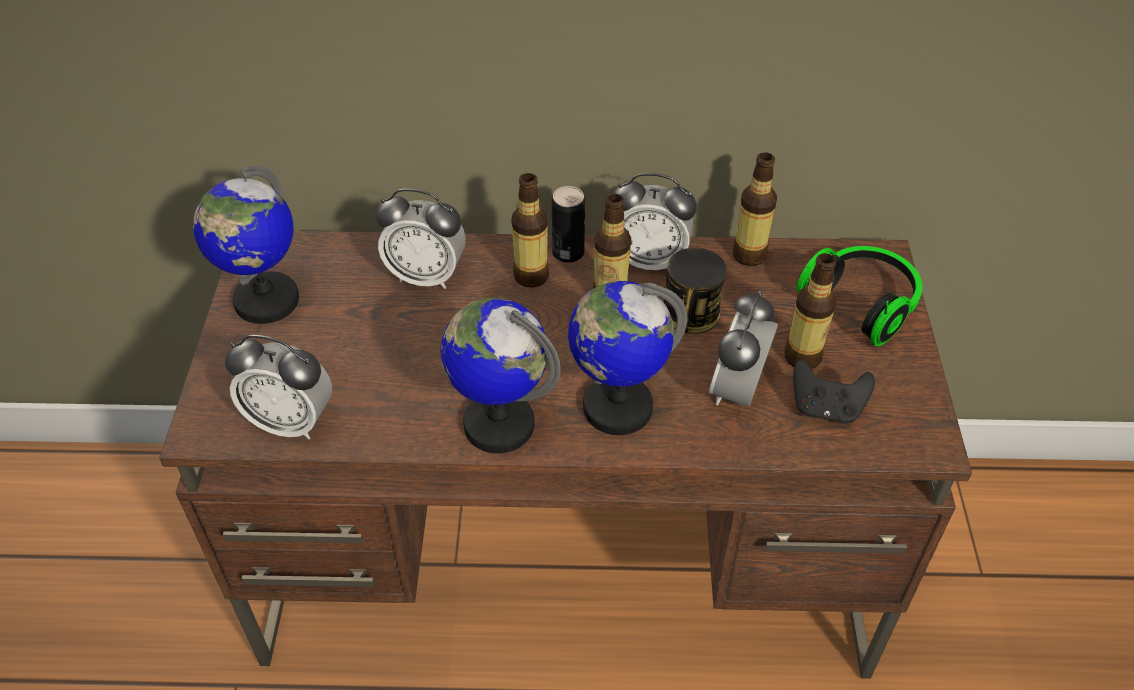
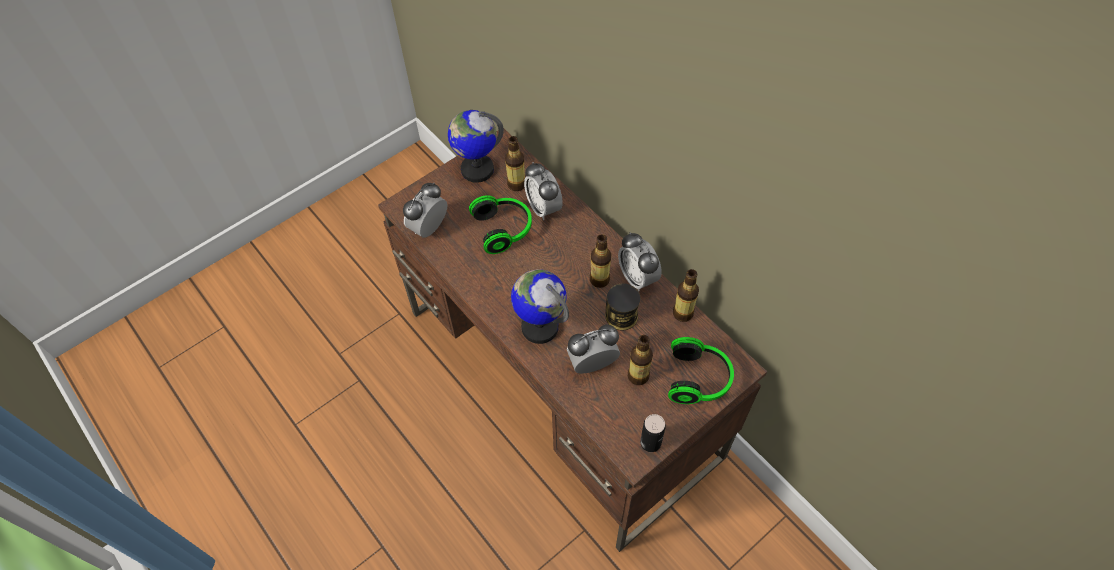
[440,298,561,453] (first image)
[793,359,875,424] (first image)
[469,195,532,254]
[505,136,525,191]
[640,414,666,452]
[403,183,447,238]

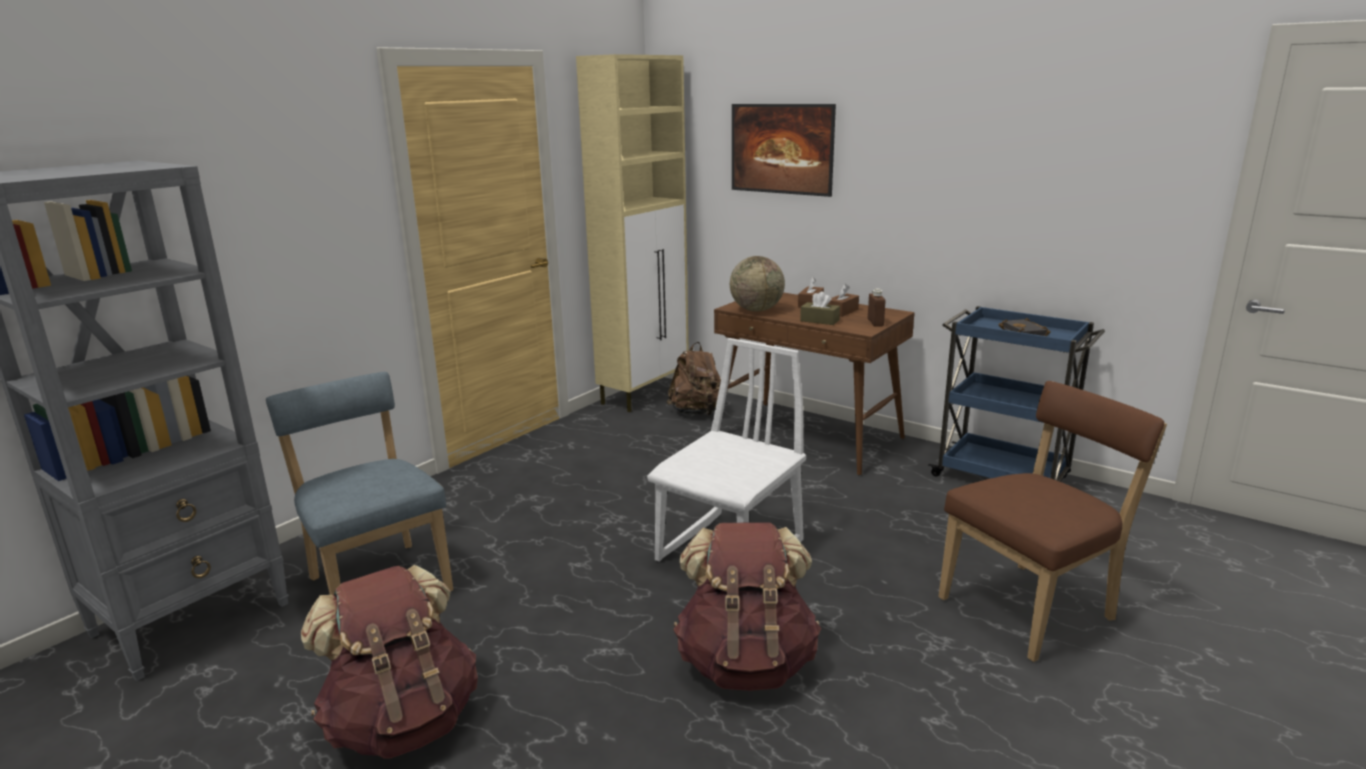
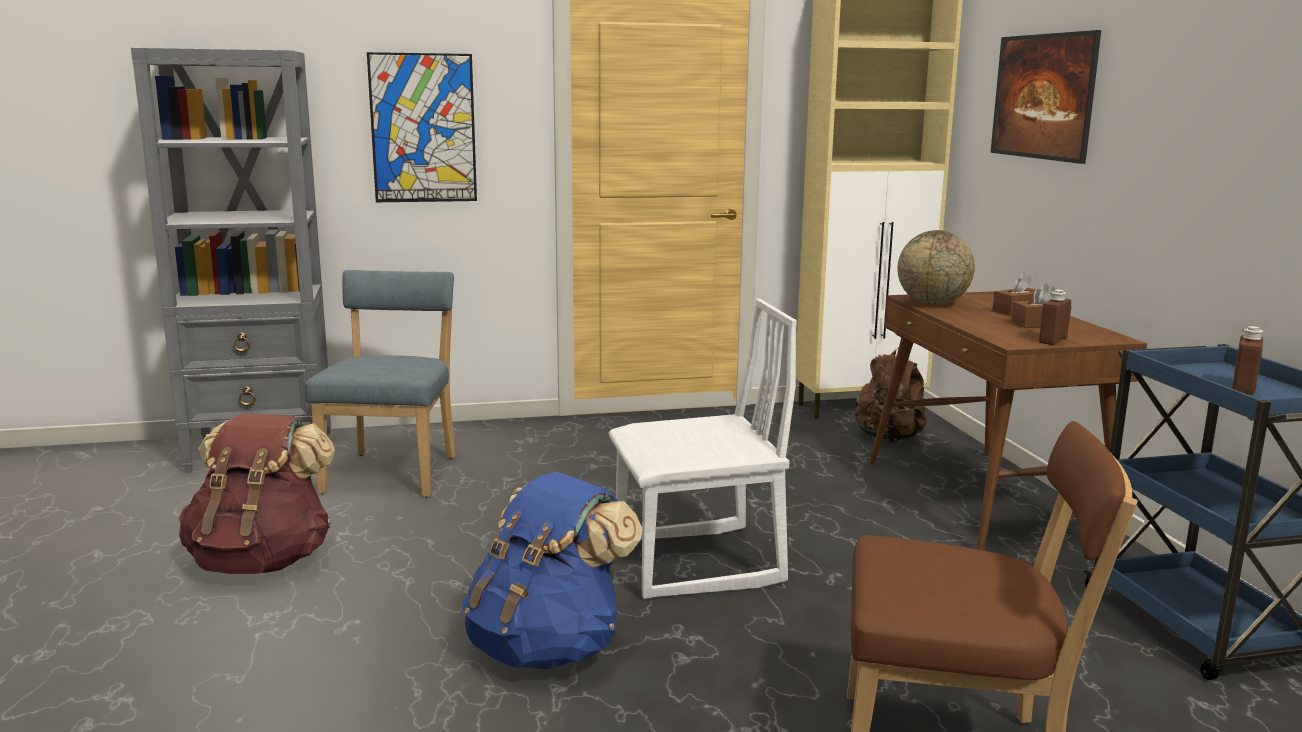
[800,291,840,325] (first image)
[367,52,477,202]
[1232,326,1263,395]
[462,472,642,669]

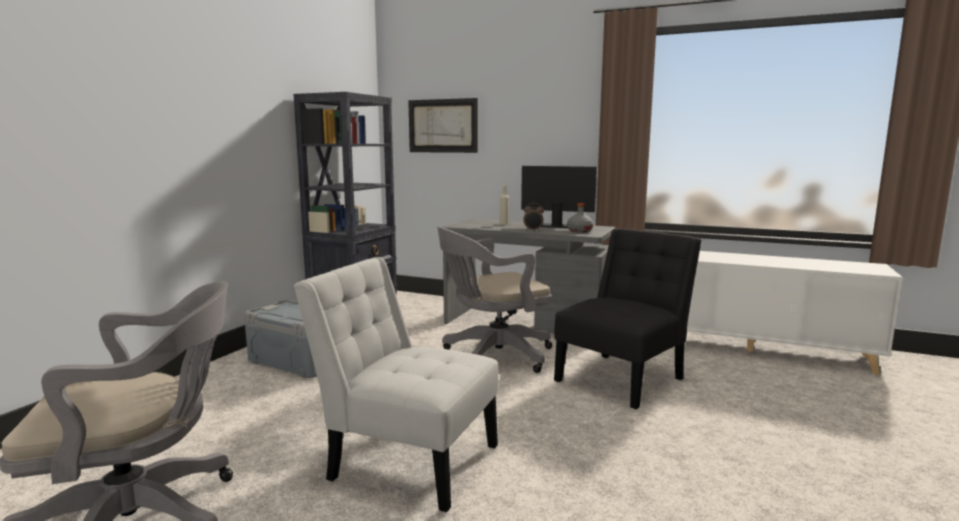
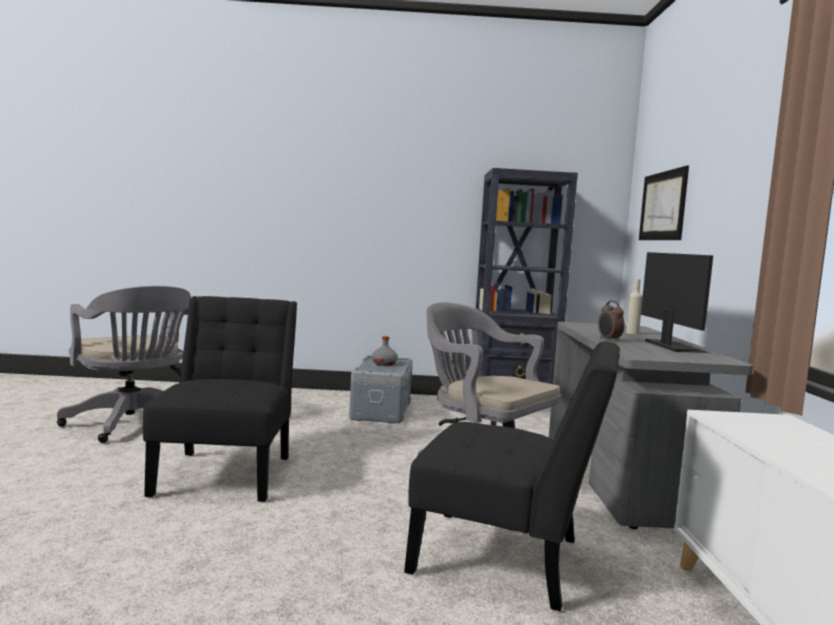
[372,336,398,366]
[143,296,297,502]

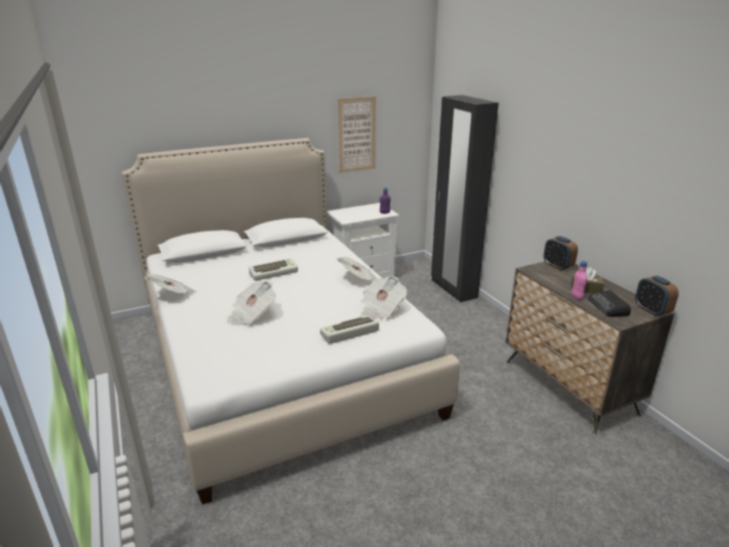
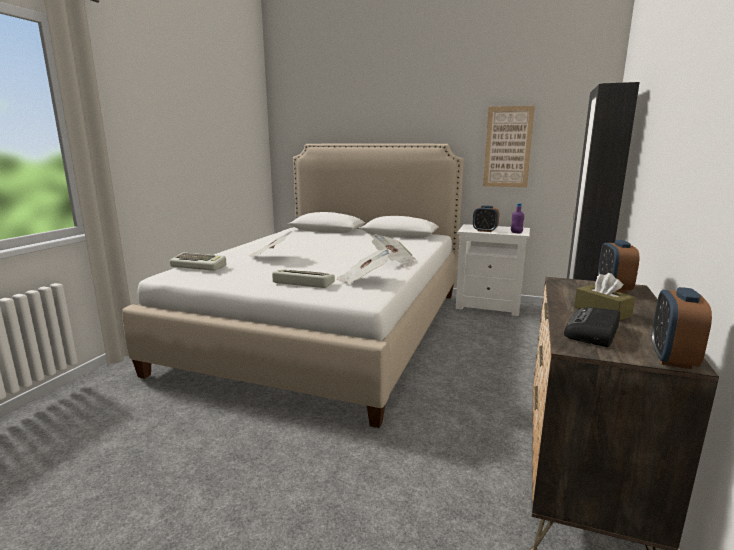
[144,274,198,294] (first image)
[571,261,587,300] (first image)
[473,205,499,232]
[170,253,227,271]

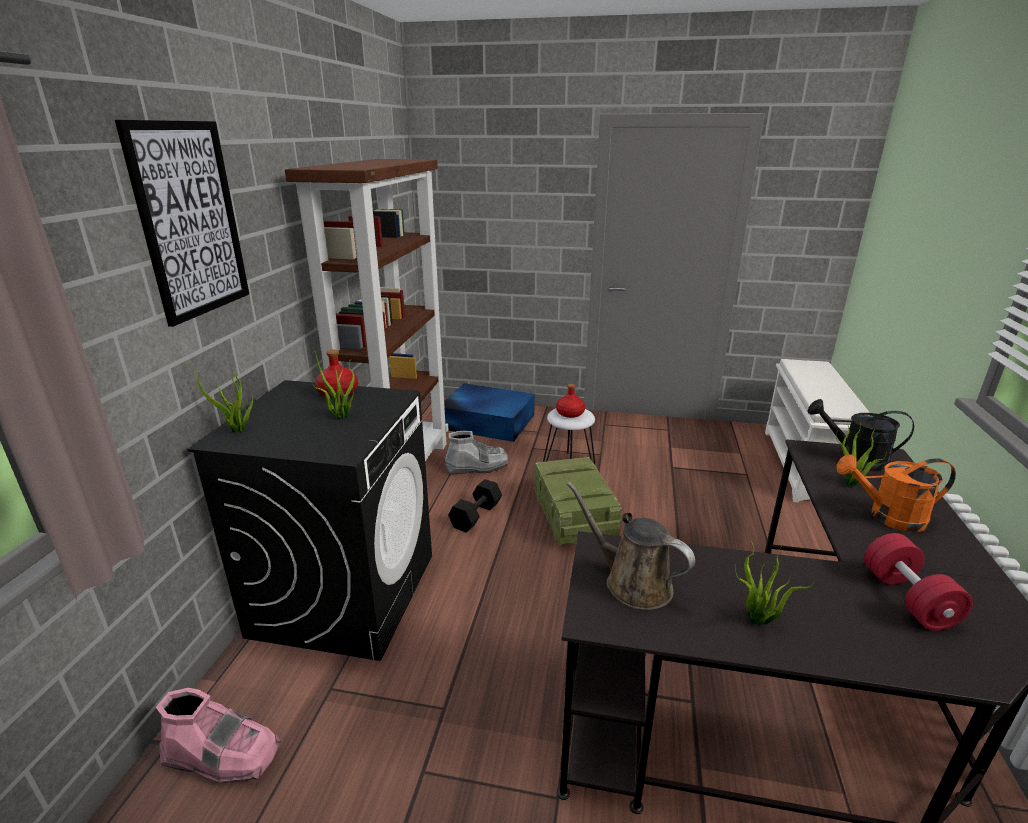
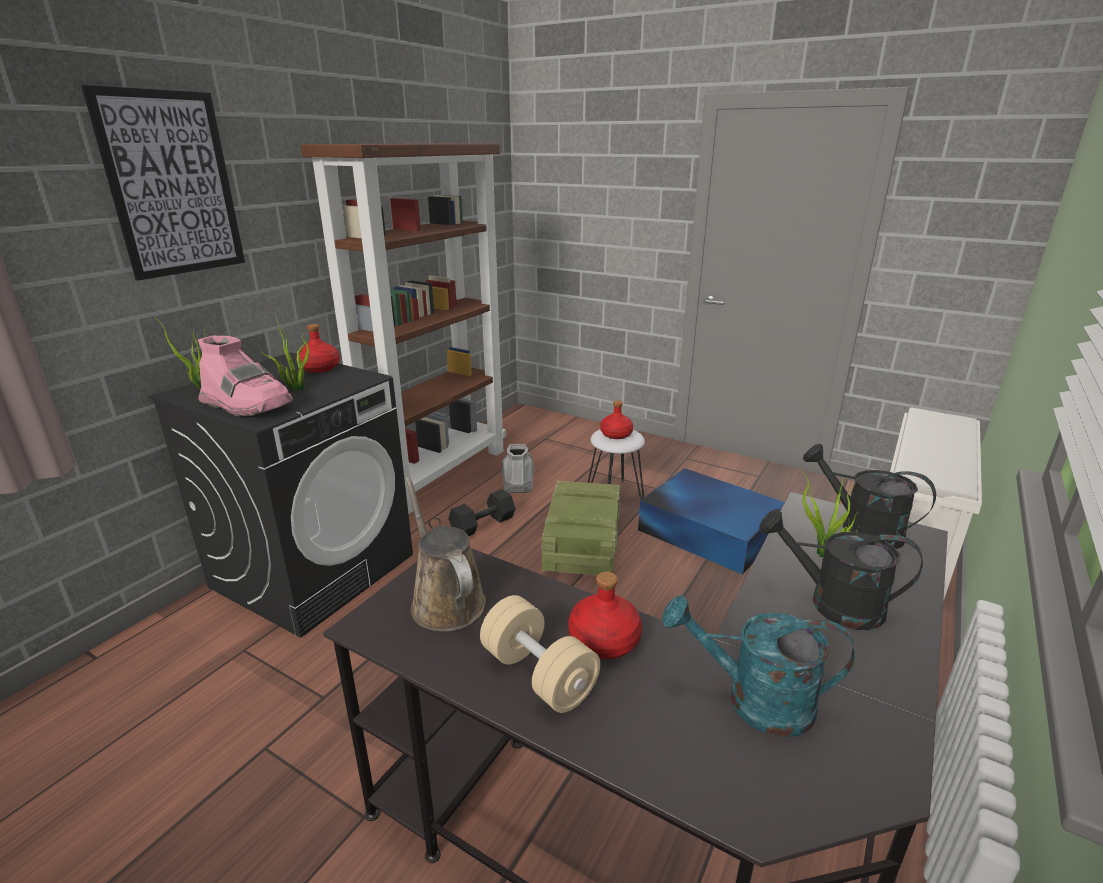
[568,572,642,659]
[198,336,293,417]
[638,468,785,574]
[480,595,600,713]
[662,595,855,738]
[759,509,923,630]
[501,444,535,493]

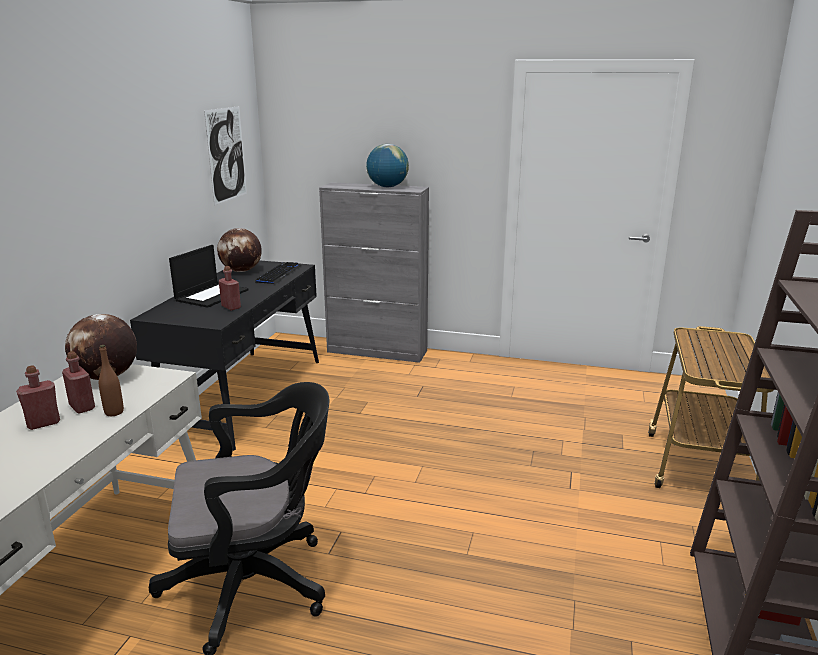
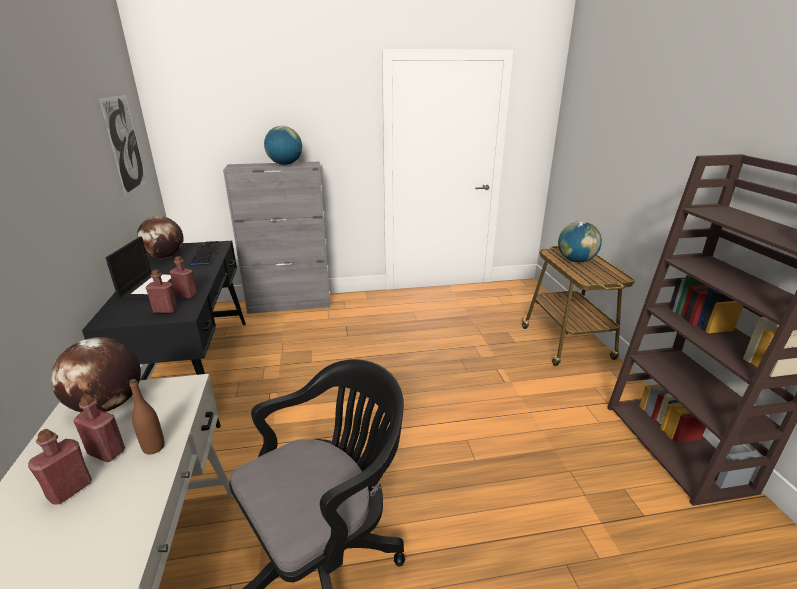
[146,270,177,313]
[558,221,602,262]

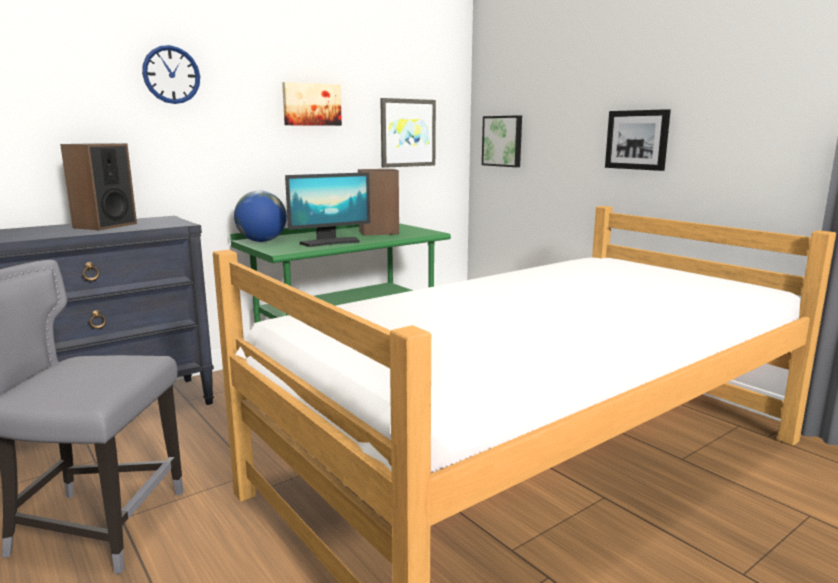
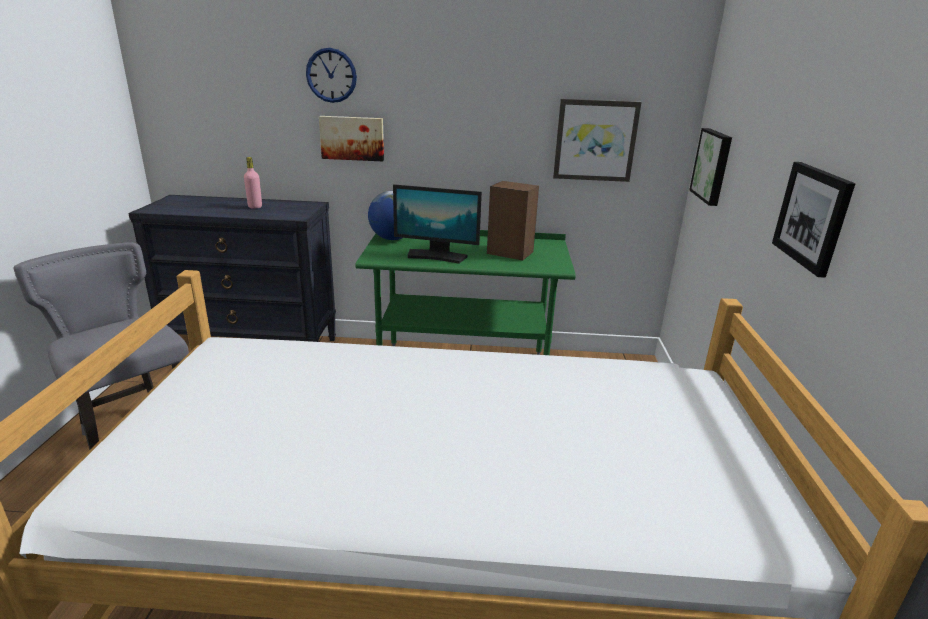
[319,116,384,161]
[244,157,262,209]

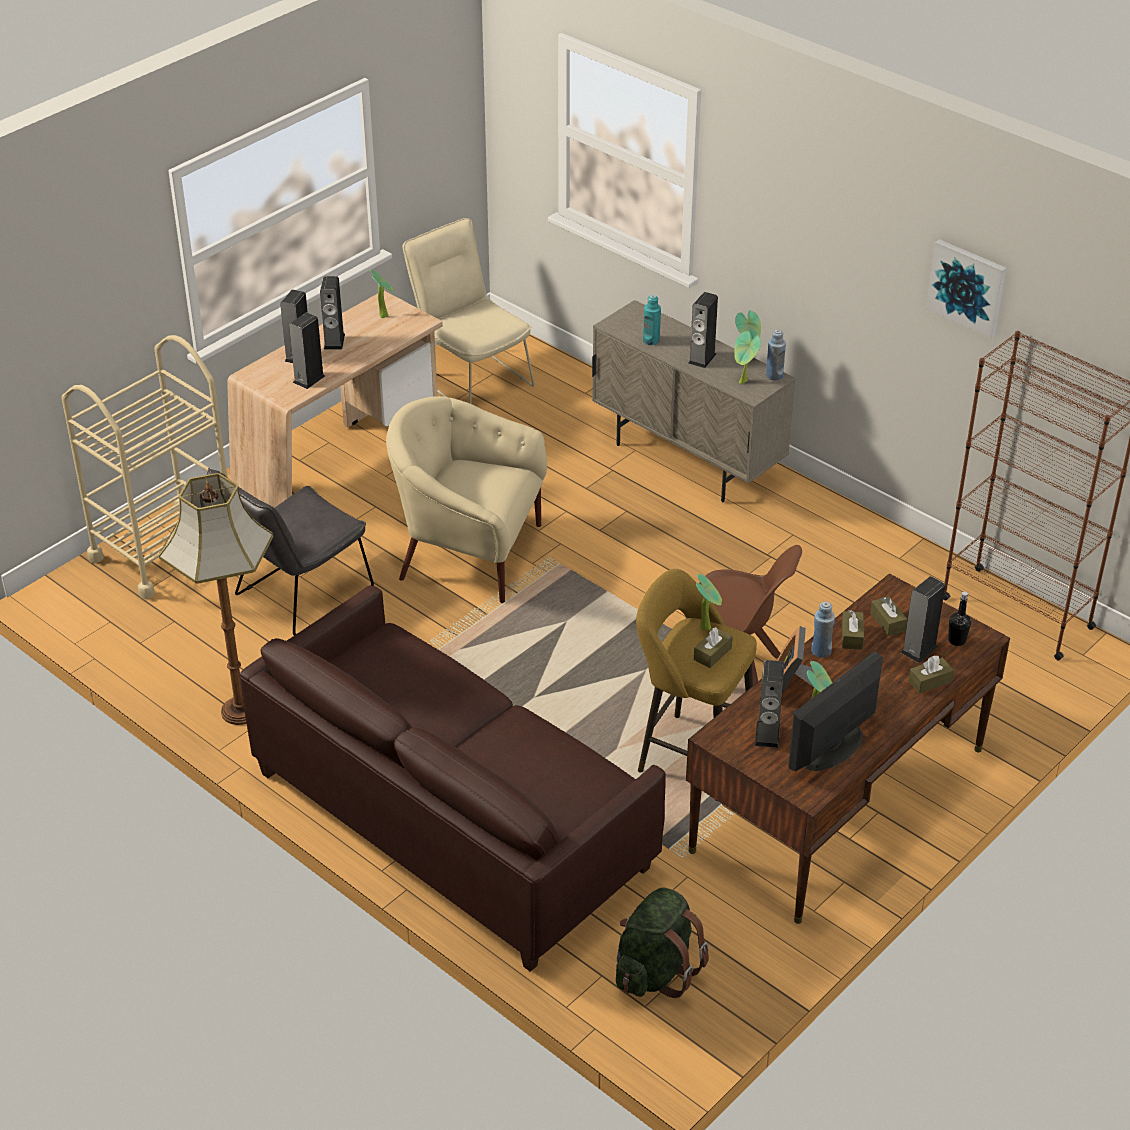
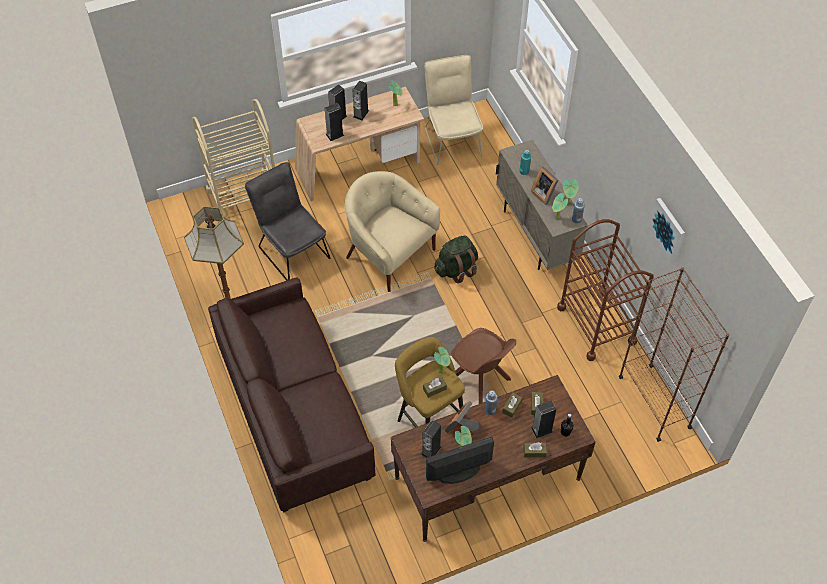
[557,219,654,361]
[434,236,478,284]
[531,166,558,205]
[245,162,330,281]

